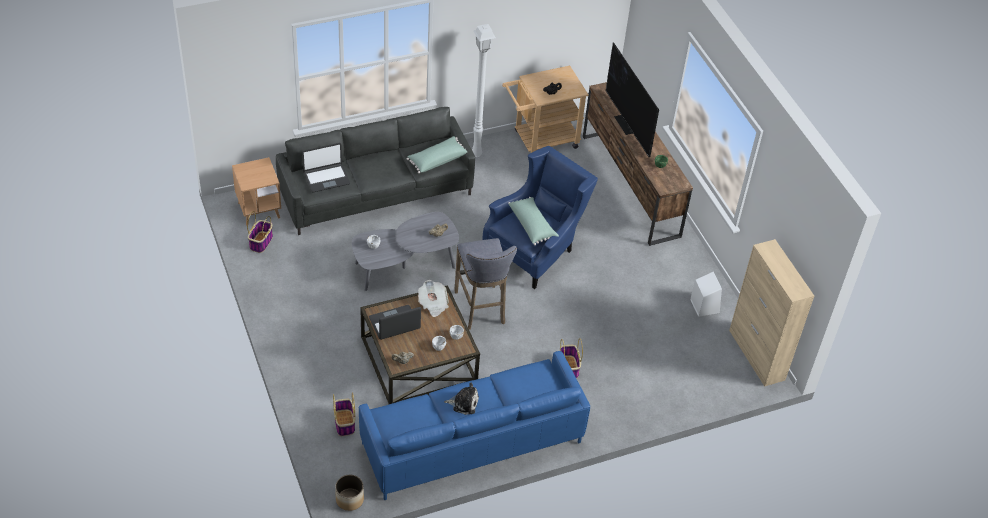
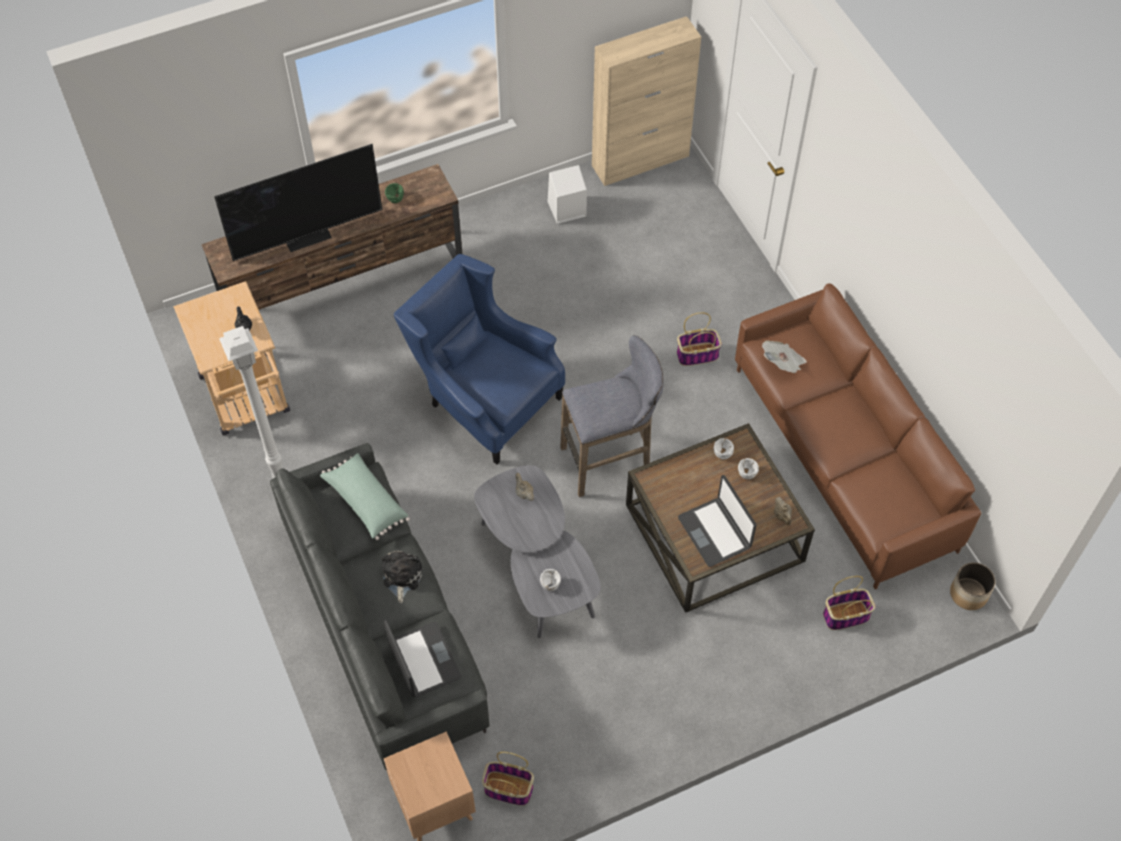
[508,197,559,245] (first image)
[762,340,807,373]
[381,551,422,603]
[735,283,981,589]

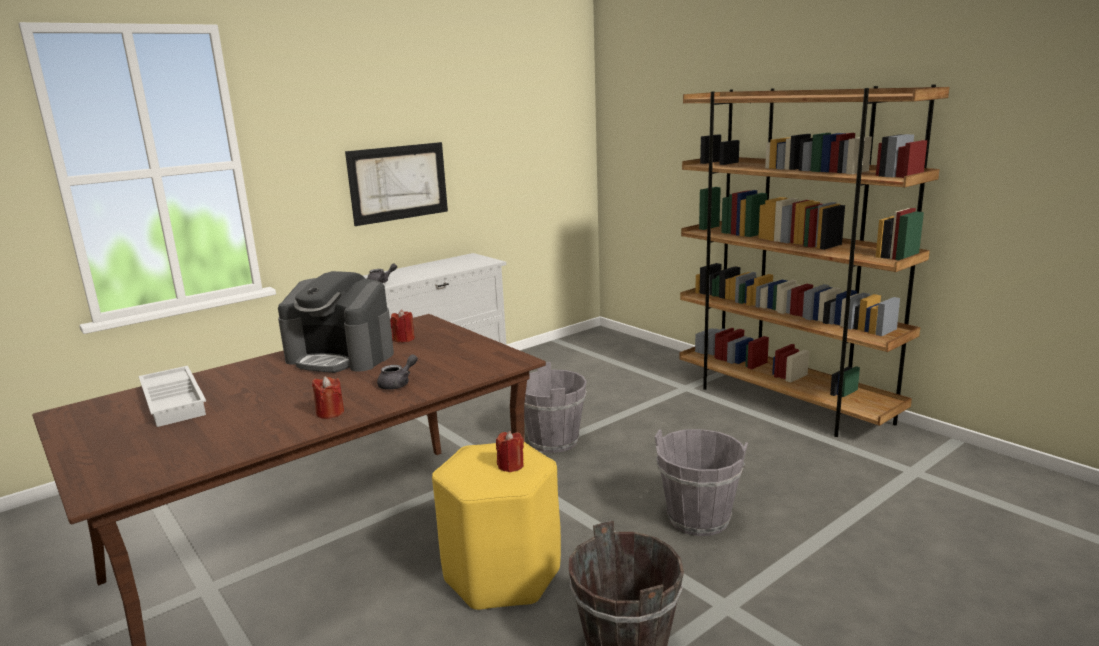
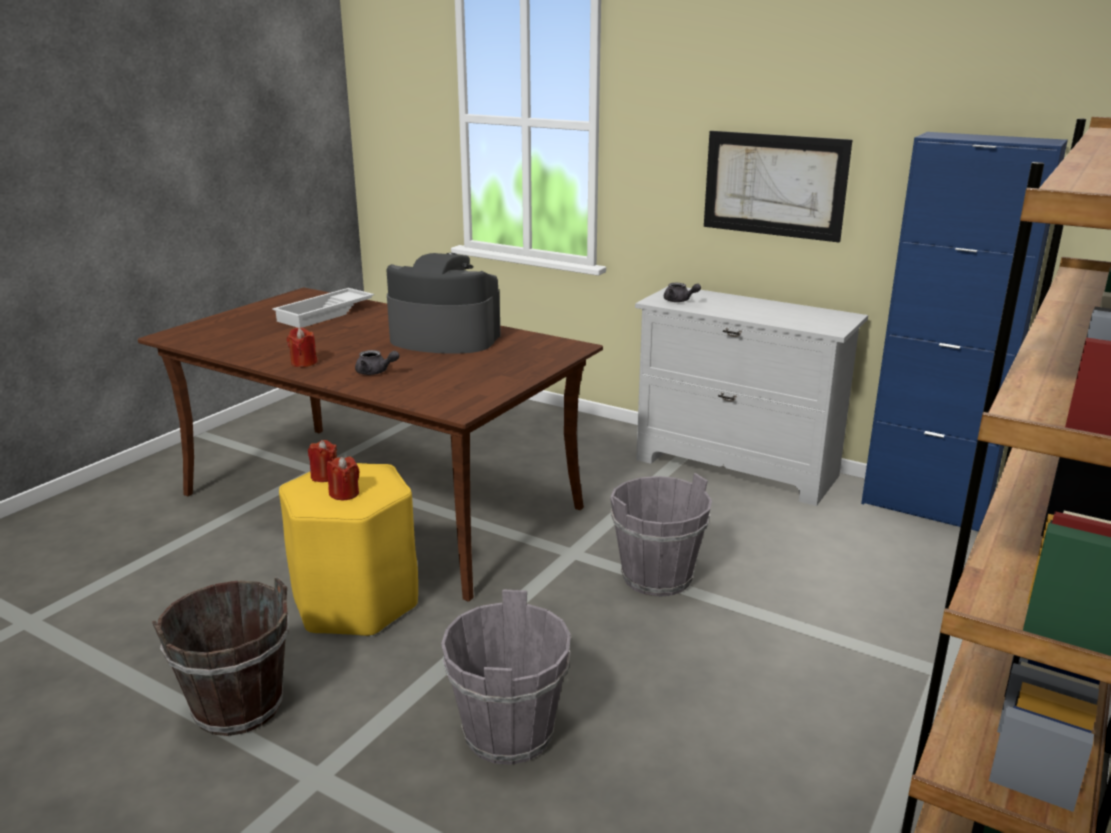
[861,132,1068,531]
[308,440,337,482]
[386,253,501,354]

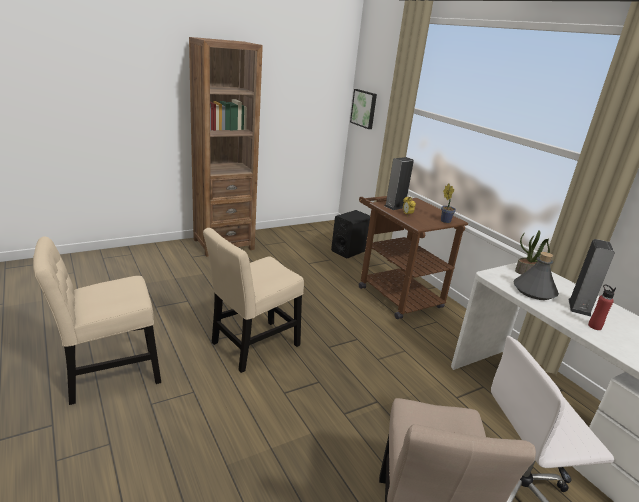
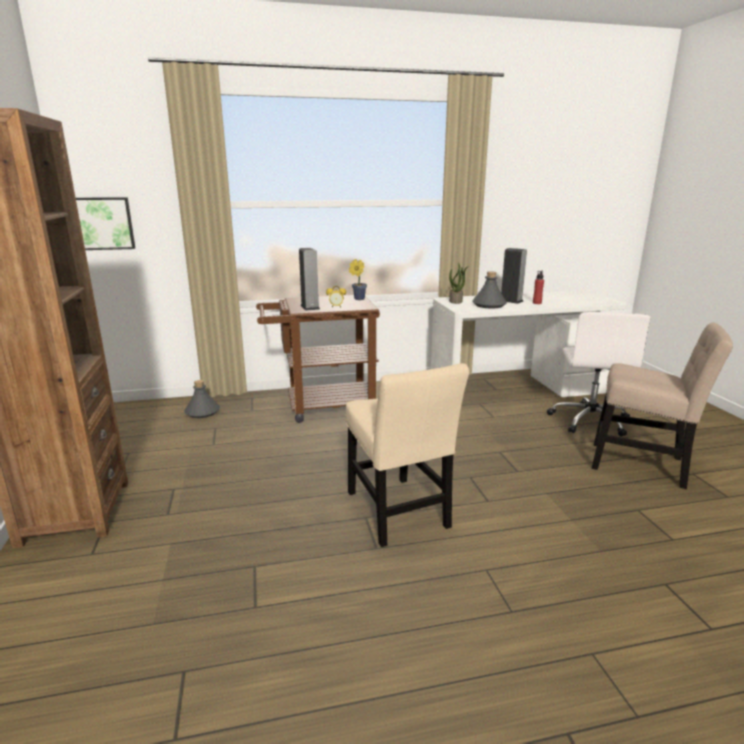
[33,236,161,405] (first image)
[184,380,220,418]

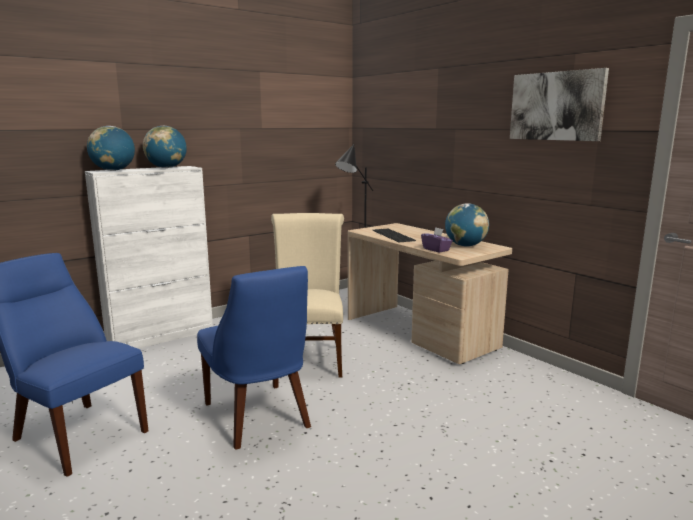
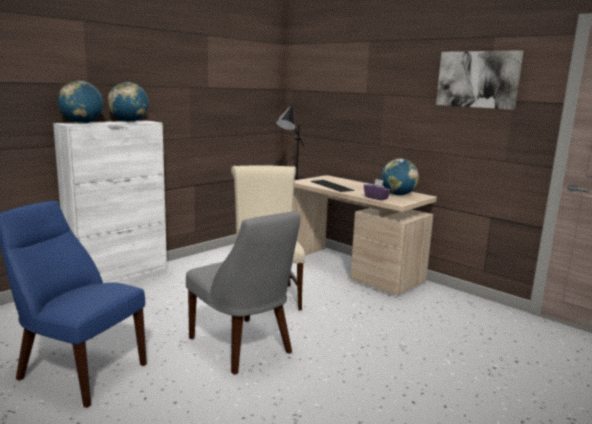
[186,211,300,375]

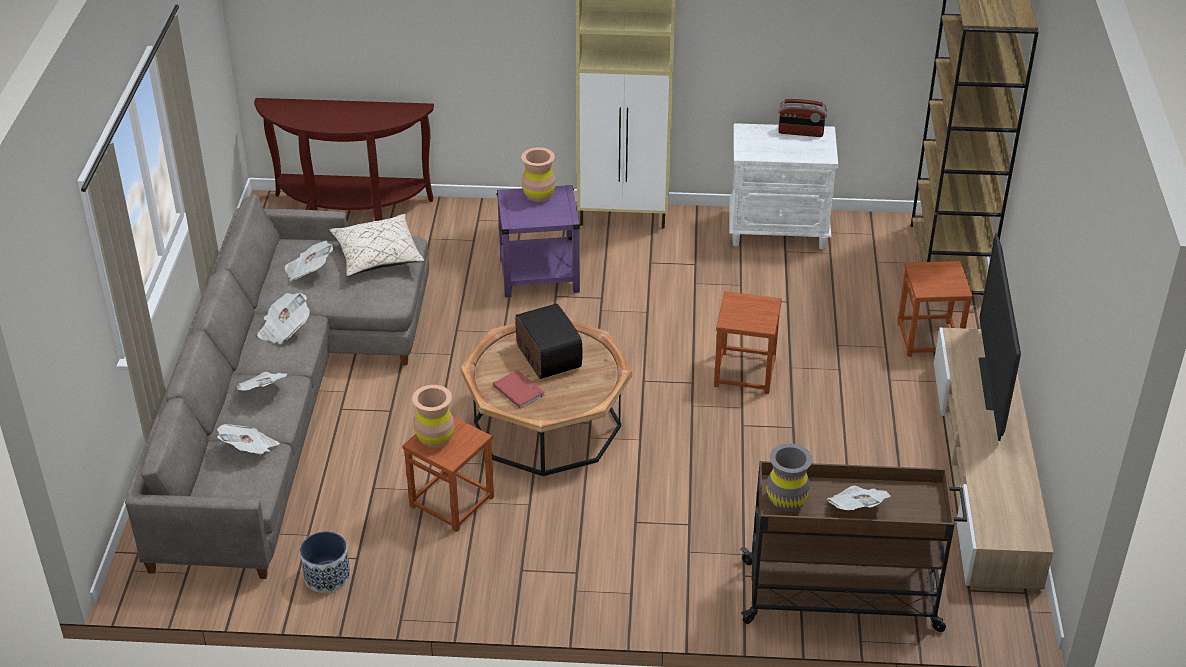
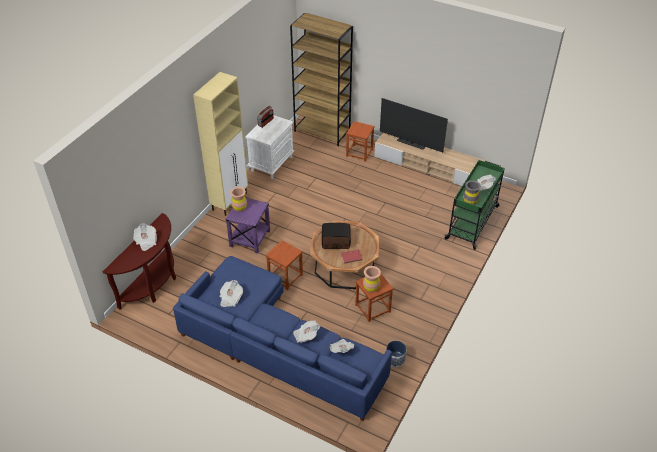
[329,214,424,277] (first image)
[133,223,157,251]
[266,240,303,290]
[173,256,392,421]
[444,160,505,250]

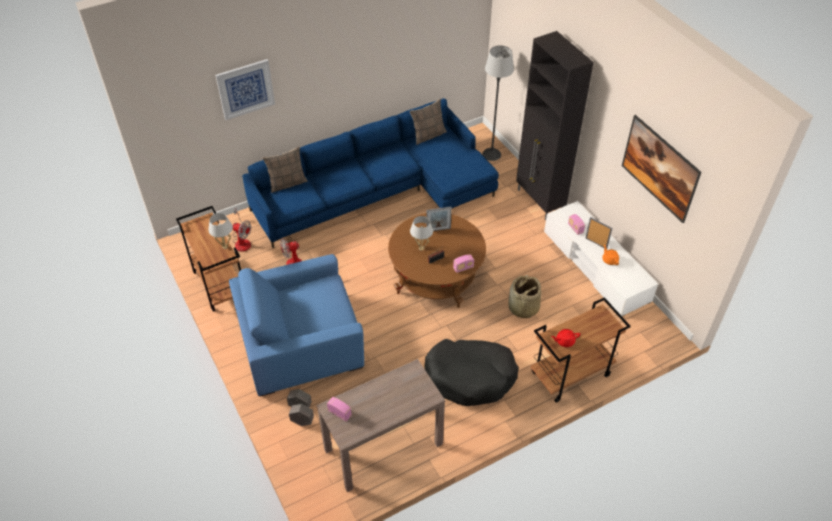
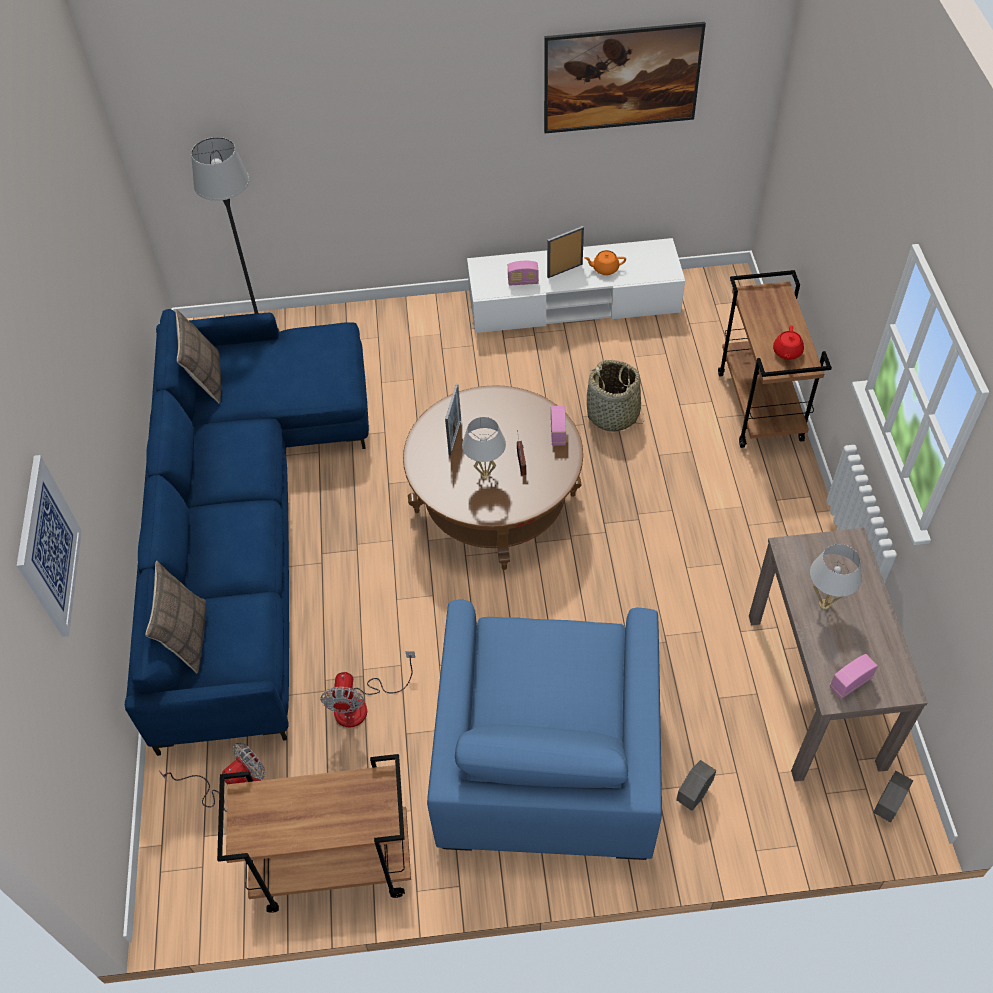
[424,339,519,406] (first image)
[516,31,594,220] (first image)
[810,544,862,610]
[873,771,913,822]

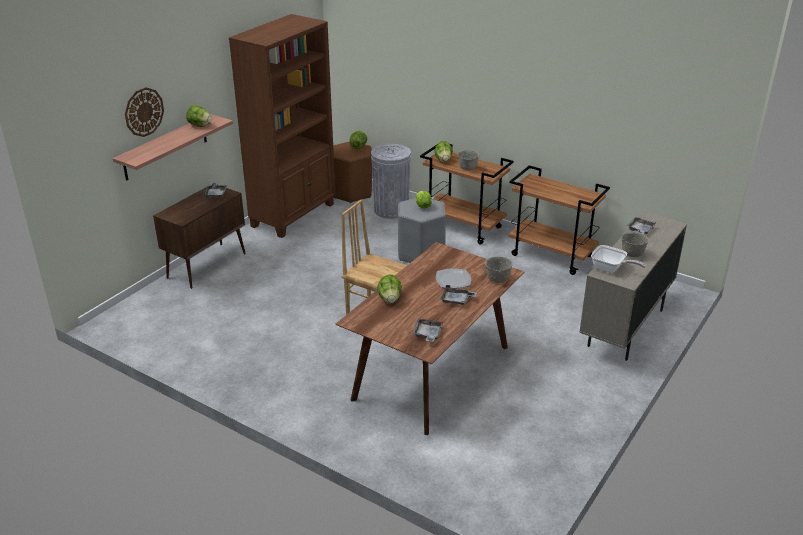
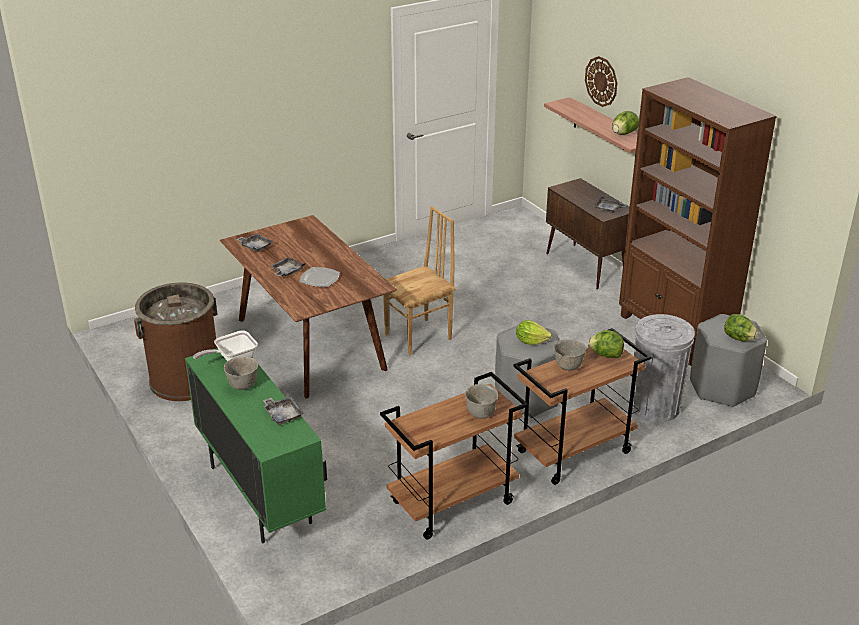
[378,274,402,303] (first image)
[134,283,218,401]
[465,384,498,419]
[690,314,767,407]
[185,348,327,543]

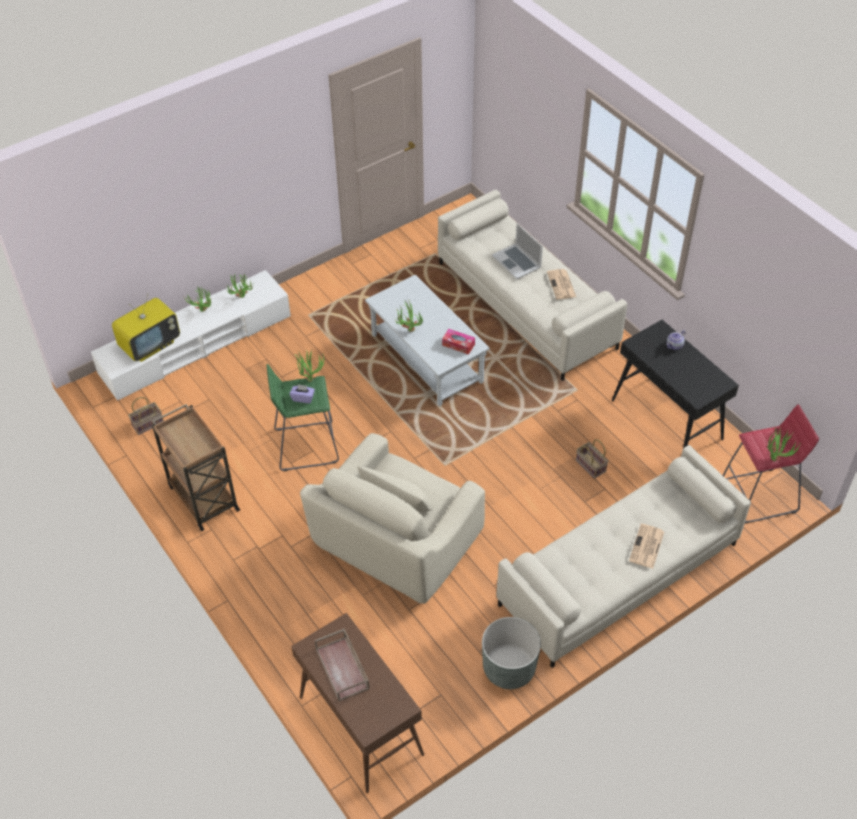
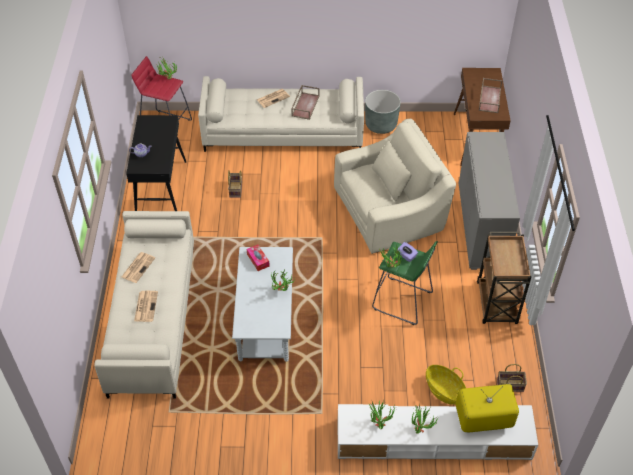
[291,85,319,120]
[426,365,466,405]
[459,132,520,270]
[134,291,158,322]

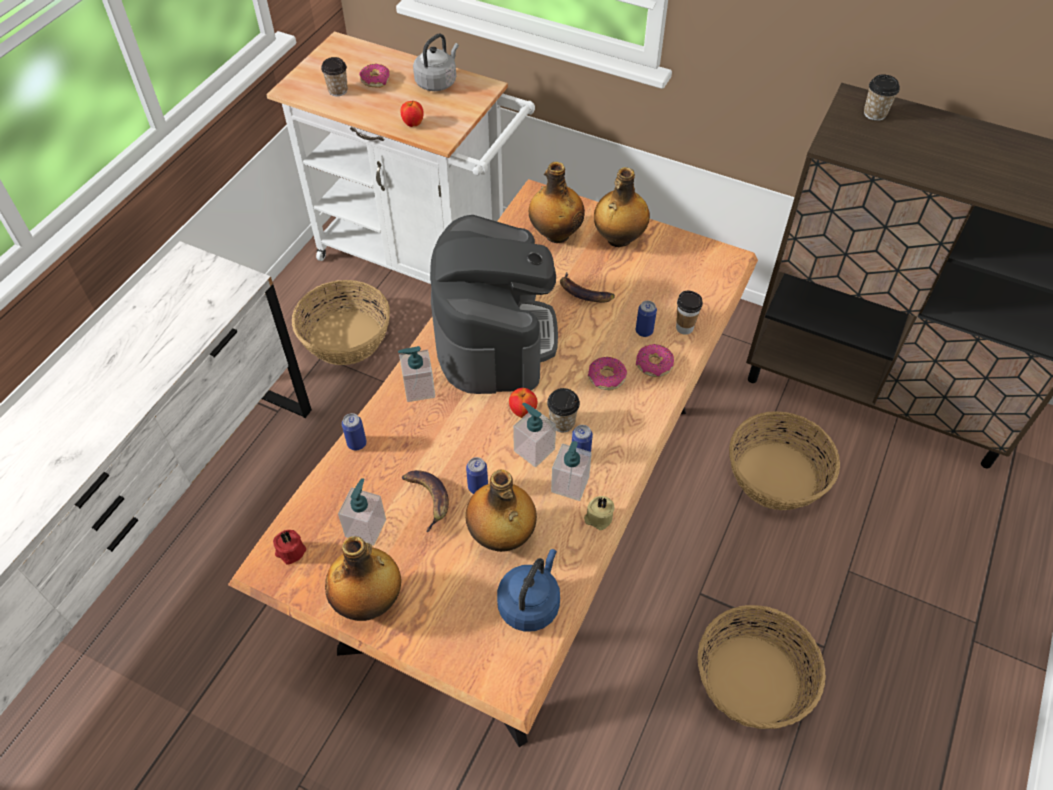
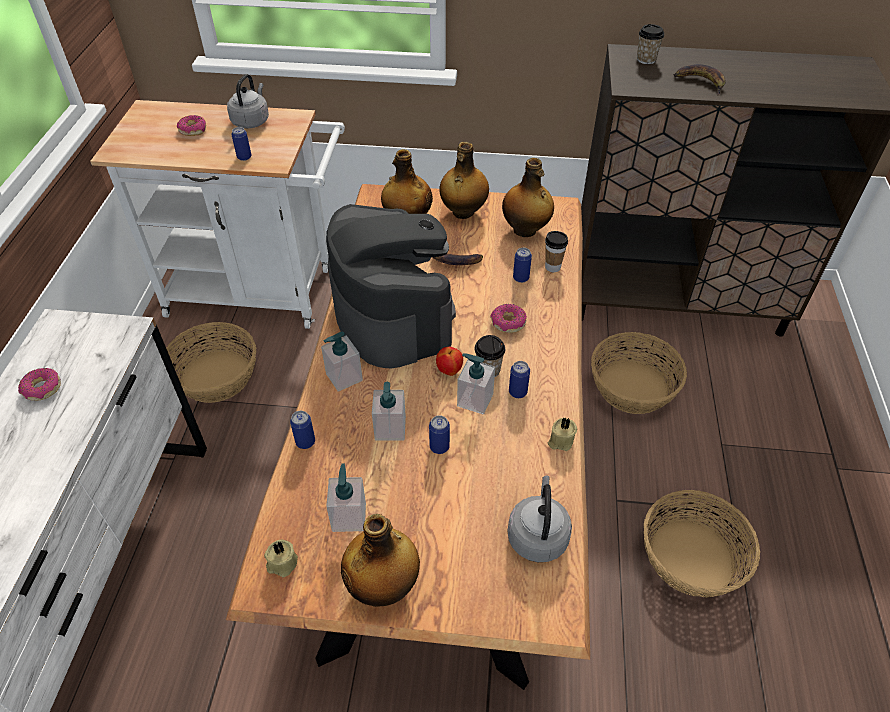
[321,57,348,96] (first image)
[674,64,726,96]
[502,158,554,237]
[372,382,406,440]
[18,368,61,401]
[231,127,251,161]
[264,539,298,577]
[507,475,572,562]

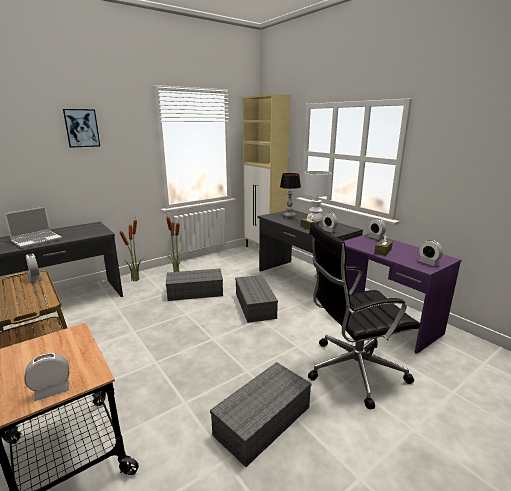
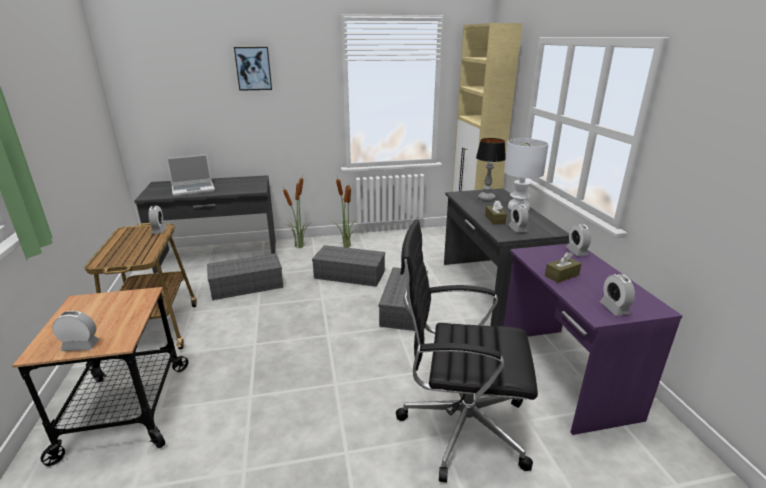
[207,253,283,300]

